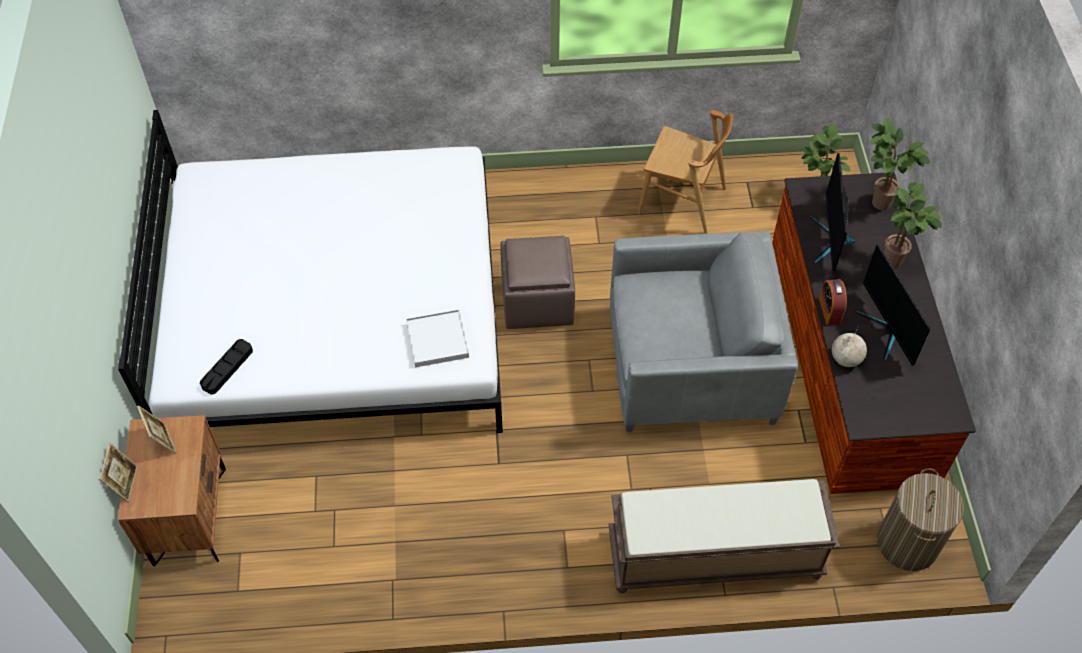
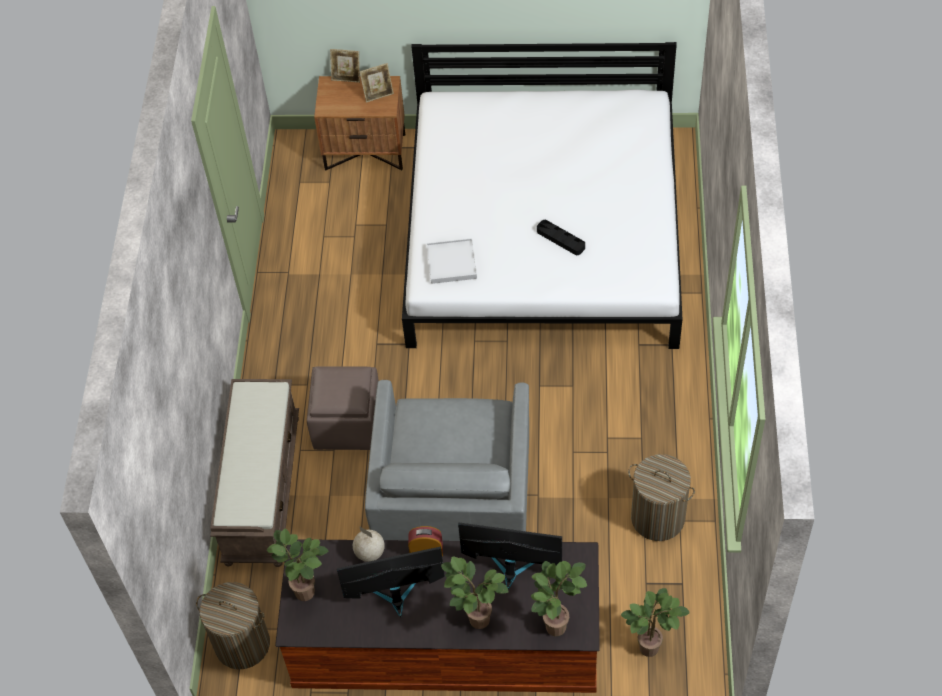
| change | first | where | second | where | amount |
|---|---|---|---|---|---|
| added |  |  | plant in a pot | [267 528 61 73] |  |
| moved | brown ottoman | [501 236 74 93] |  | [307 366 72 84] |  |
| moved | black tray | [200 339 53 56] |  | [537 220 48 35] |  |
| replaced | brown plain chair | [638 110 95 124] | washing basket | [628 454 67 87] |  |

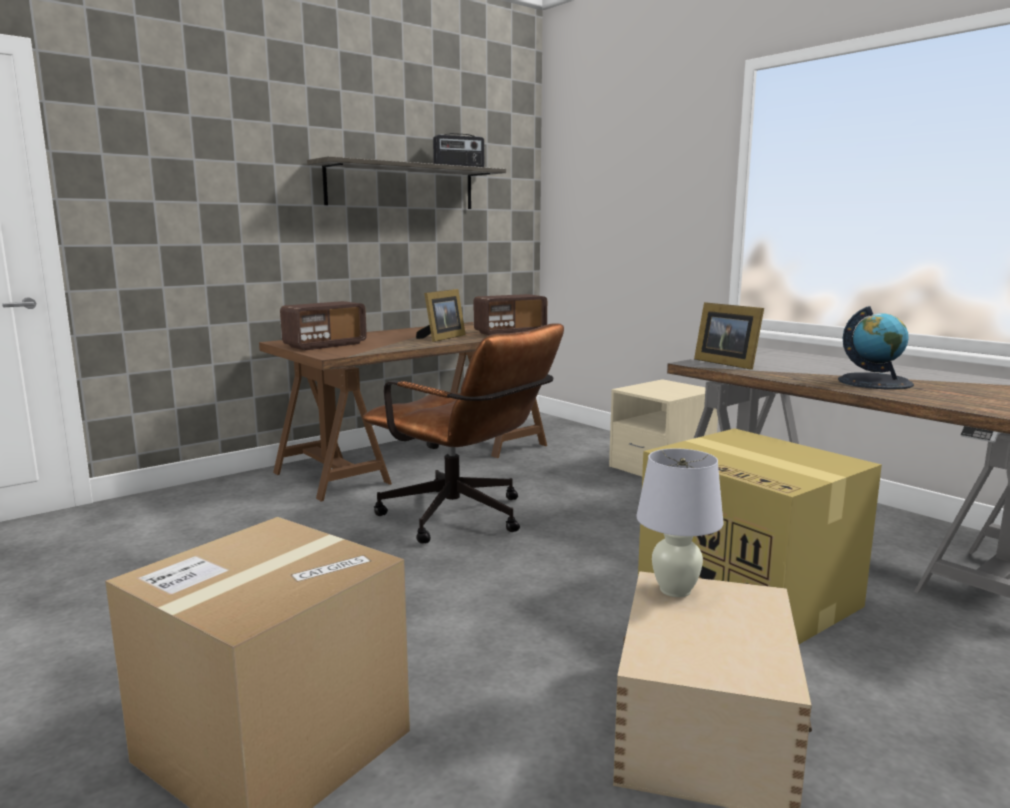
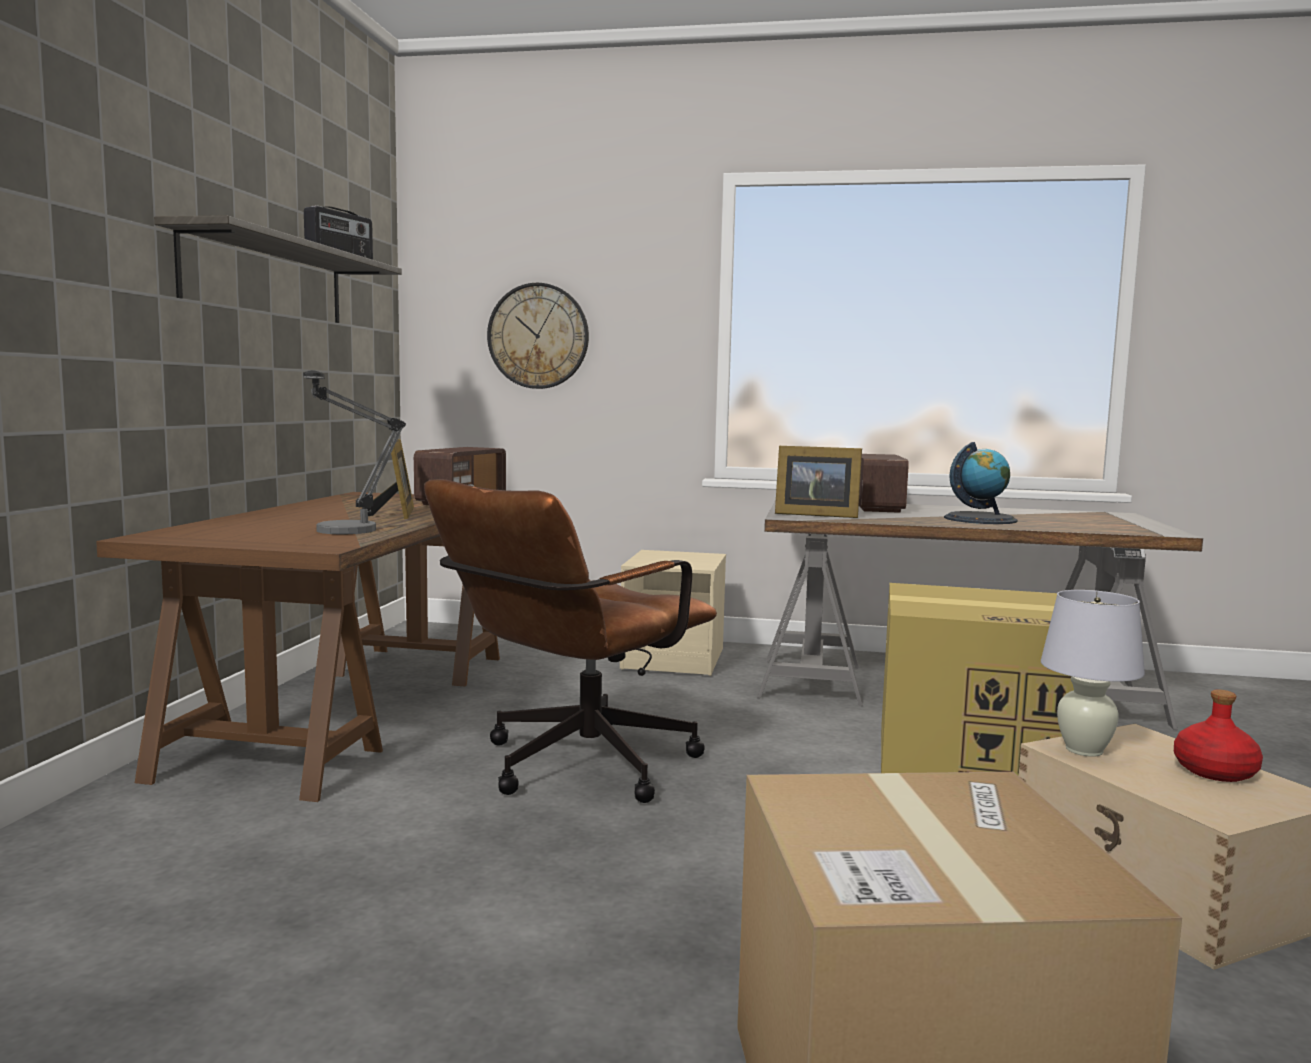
| change | first | where | second | where | amount |
|---|---|---|---|---|---|
| added |  |  | lamp for a table | [303 370 103 164] |  |
| turned | brown computer chair | [363 323 201 221] |  | [424 479 293 324] | 135 degrees clockwise |
| added |  |  | clock on the wall | [487 283 102 106] |  |
| moved | radio | [280 301 87 49] |  | [859 454 50 59] |  |
| added |  |  | red-coloured beverage bottle | [1174 690 89 92] |  |

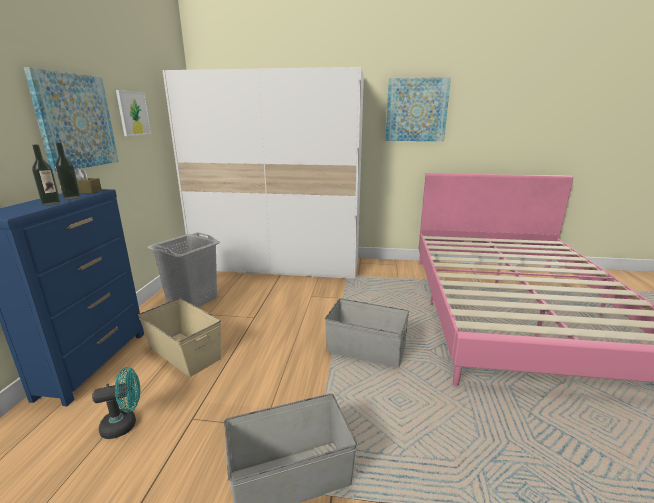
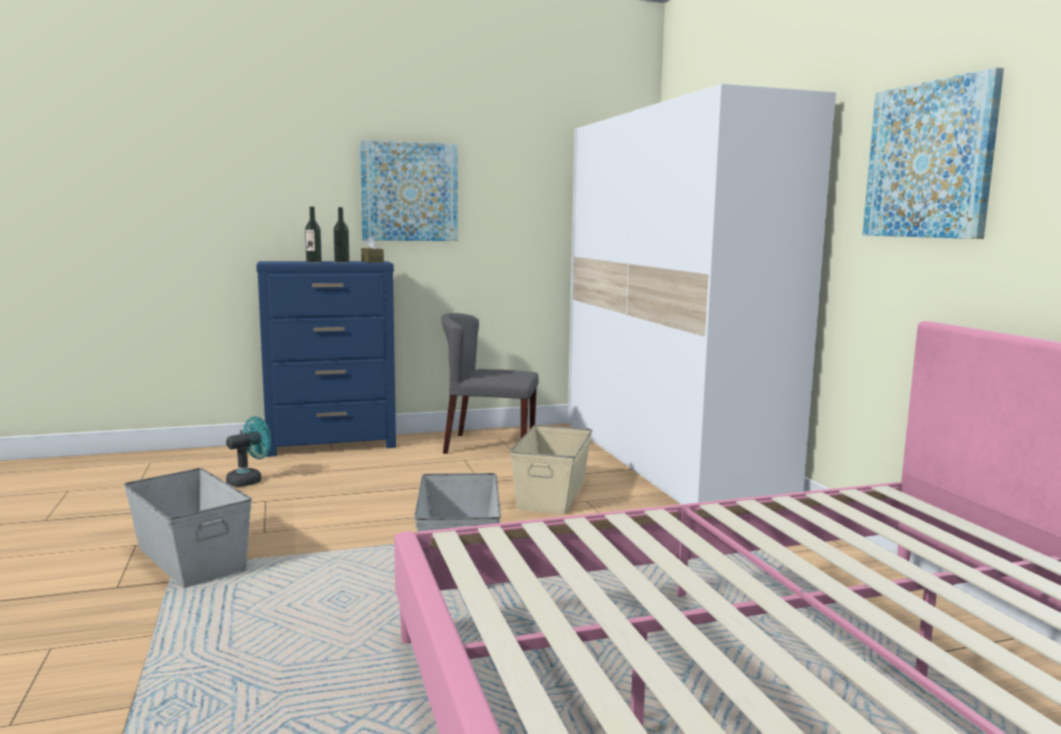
| change | first | where | second | where | amount |
|---|---|---|---|---|---|
| turned | turquoise fan | [92 367 48 72] |  | [226 416 45 71] | 90 degrees counterclockwise |
| replaced | greyish washing basket | [148 232 72 75] | greyish plain chair | [441 313 98 141] |  |
| moved | beige storage box | [138 298 83 79] |  | [510 425 82 89] |  |
| removed | wall picture | [116 90 35 46] |  |  |  |

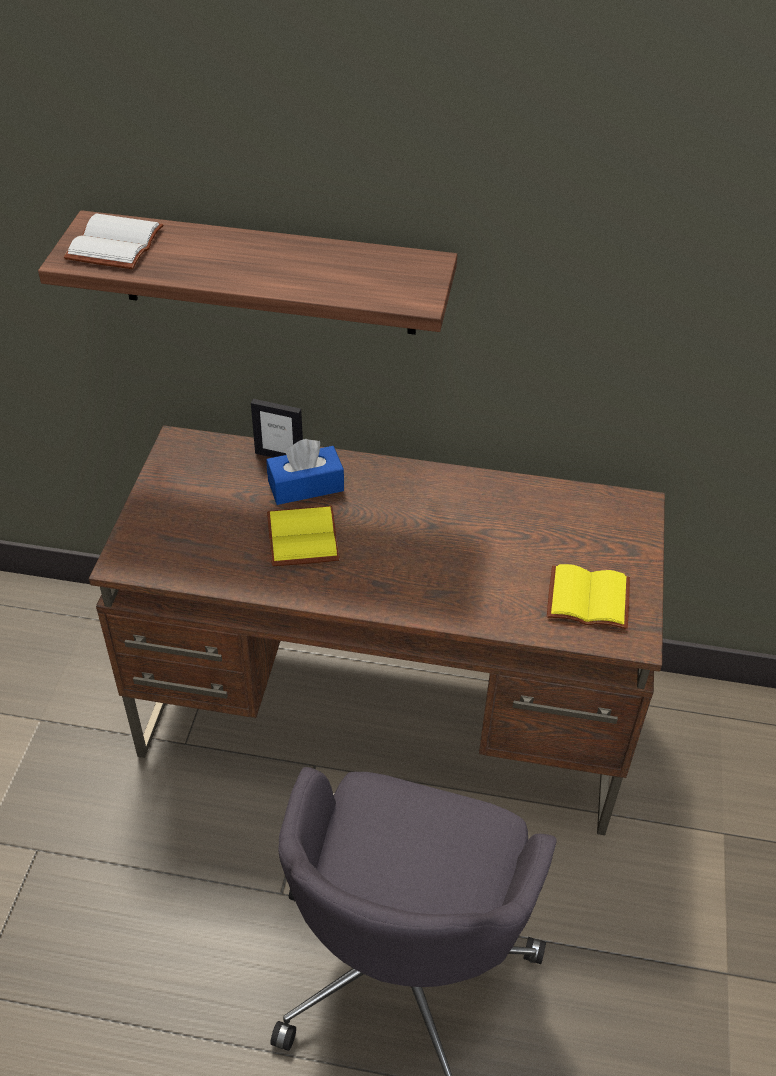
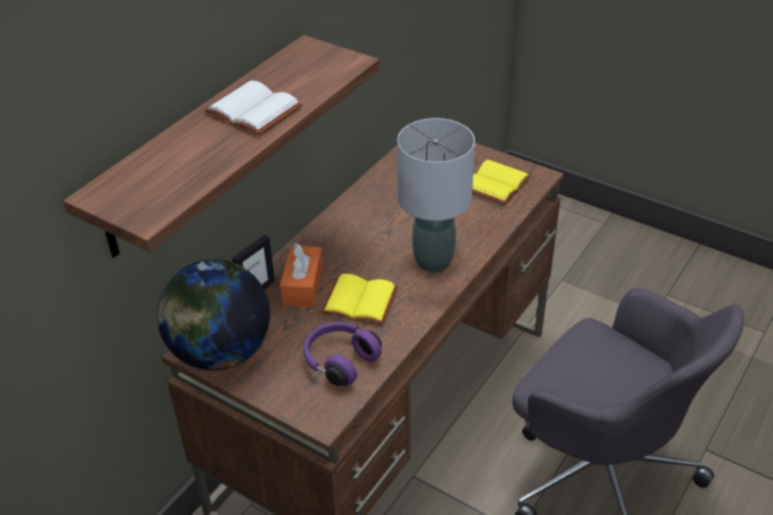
| change | first | where | second | where | amount |
|---|---|---|---|---|---|
| added |  |  | desk globe | [157 259 113 112] |  |
| moved | whitish bound book | [64 213 99 56] |  | [204 80 99 55] |  |
| recoloured | blue tissue box | [266 439 78 66] | orangey tissue box | [280 243 43 64] |  |
| added |  |  | purplish headphones | [303 322 79 64] |  |
| added |  |  | greyish lamp for a table | [397 118 78 154] |  |

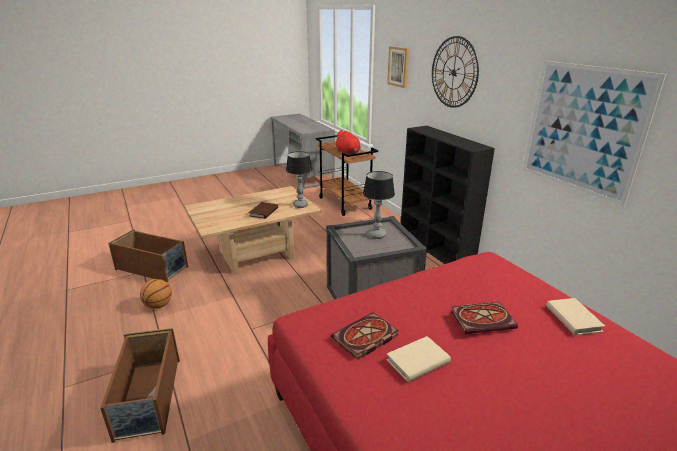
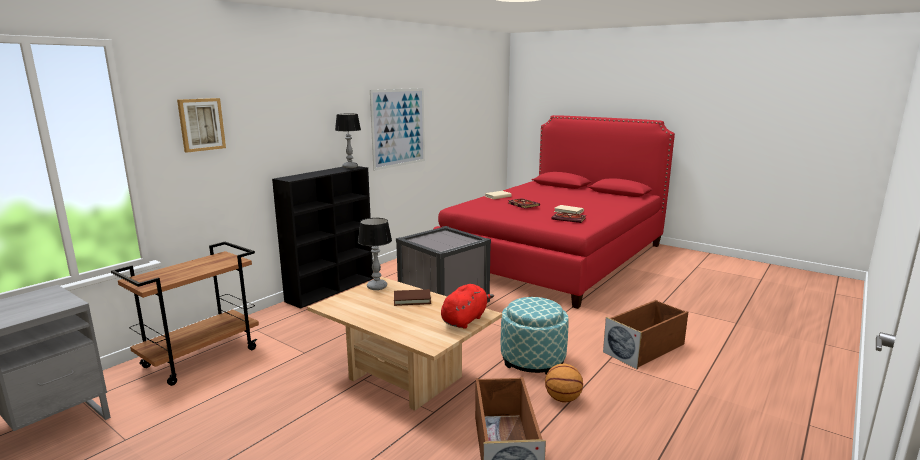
| change | first | where | second | where | amount |
|---|---|---|---|---|---|
| moved | lamp for a table | [363 171 32 68] |  | [335 114 26 54] |  |
| moved | red-coloured cuddly toy | [335 130 26 24] |  | [441 284 53 45] |  |
| added |  |  | ottoman | [501 297 68 77] |  |
| removed | clock on the wall | [432 36 47 72] |  |  |  |

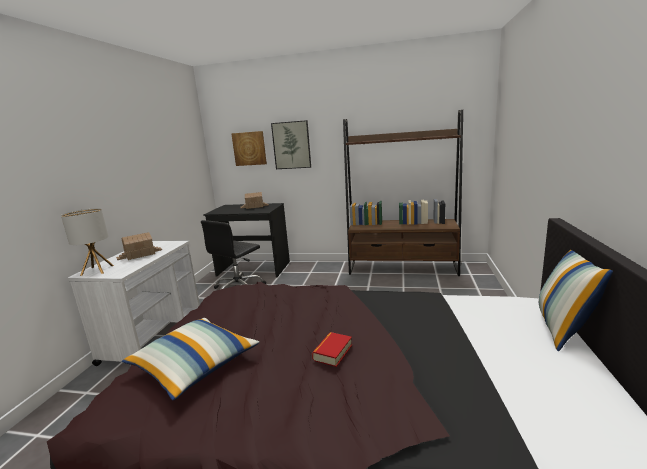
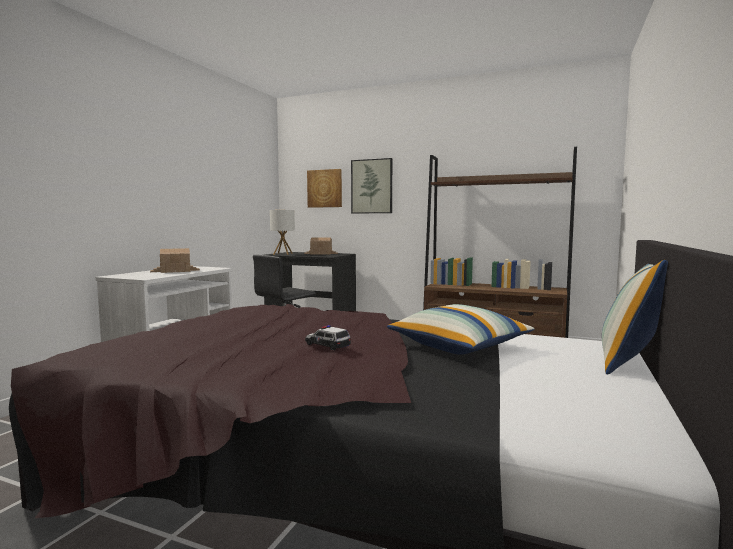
| change | first | where | second | where | amount |
|---|---|---|---|---|---|
| moved | lamp for a table | [61 208 53 68] |  | [270 210 25 45] |  |
| replaced | bound book | [312 332 40 35] | model car | [305 325 46 26] |  |
| moved | cushion | [122 318 137 82] |  | [387 304 147 51] |  |

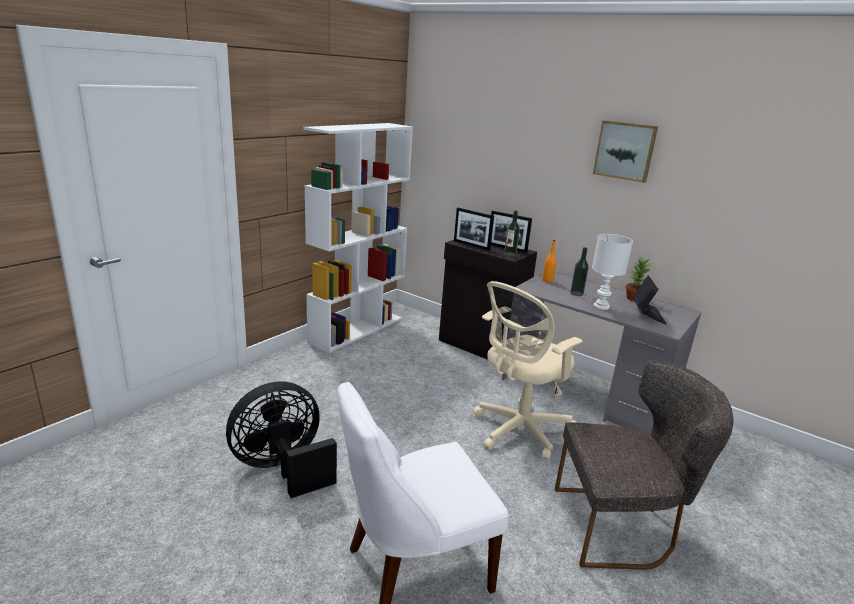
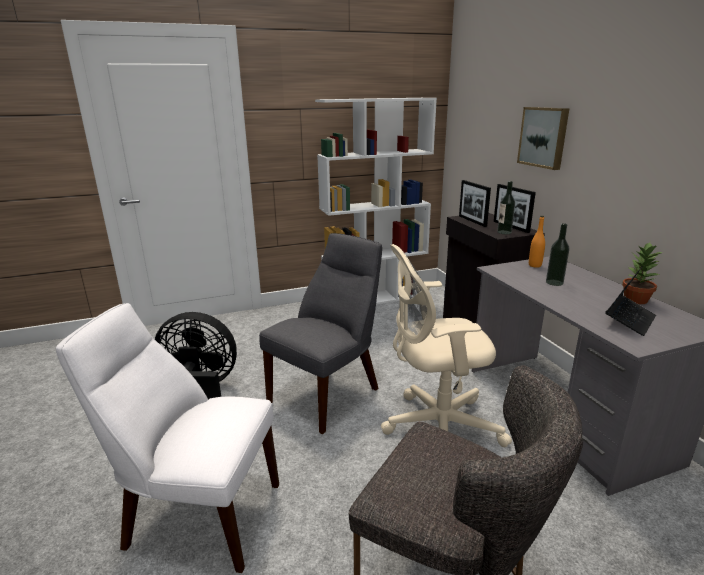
| change | first | where | second | where | amount |
|---|---|---|---|---|---|
| added |  |  | greyish plain chair | [259 233 123 201] |  |
| moved | wall picture | [593 120 65 63] |  | [517 107 52 63] |  |
| removed | whitish lamp for a table | [592 234 41 76] |  |  |  |

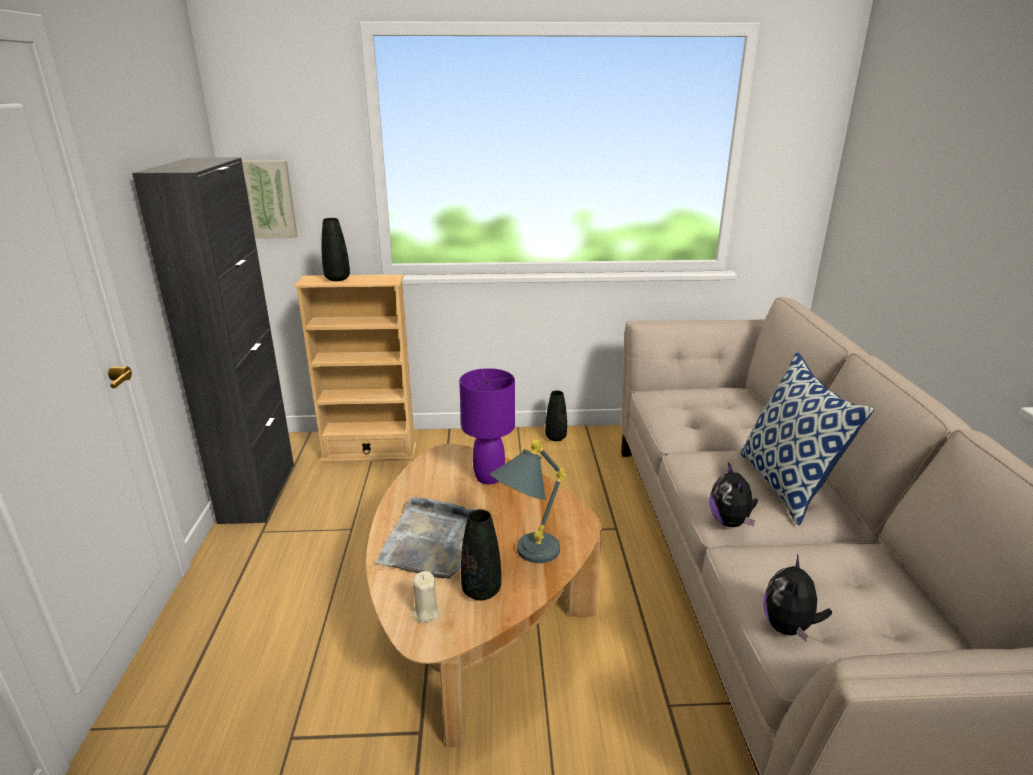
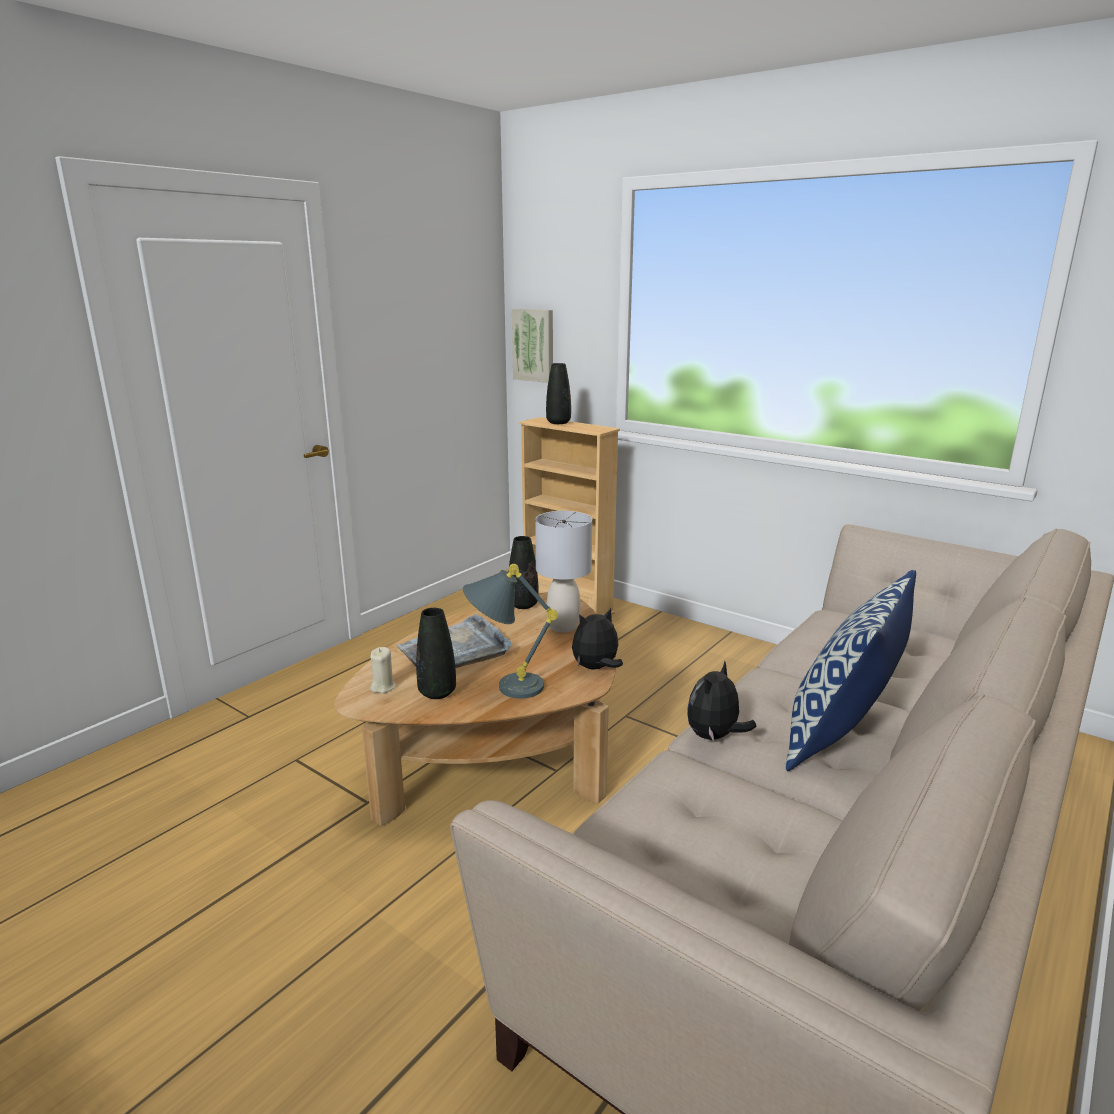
| change | first | where | second | where | amount |
|---|---|---|---|---|---|
| moved | black flower vase | [545 390 22 51] |  | [509 536 30 73] |  |
| recoloured | purplish lamp for a table | [459 368 56 116] | greyish lamp for a table | [535 511 57 122] |  |
| moved | cuddly toy | [763 554 69 88] |  | [572 608 51 61] |  |
| removed | black cupboard | [132 157 162 367] |  |  |  |

